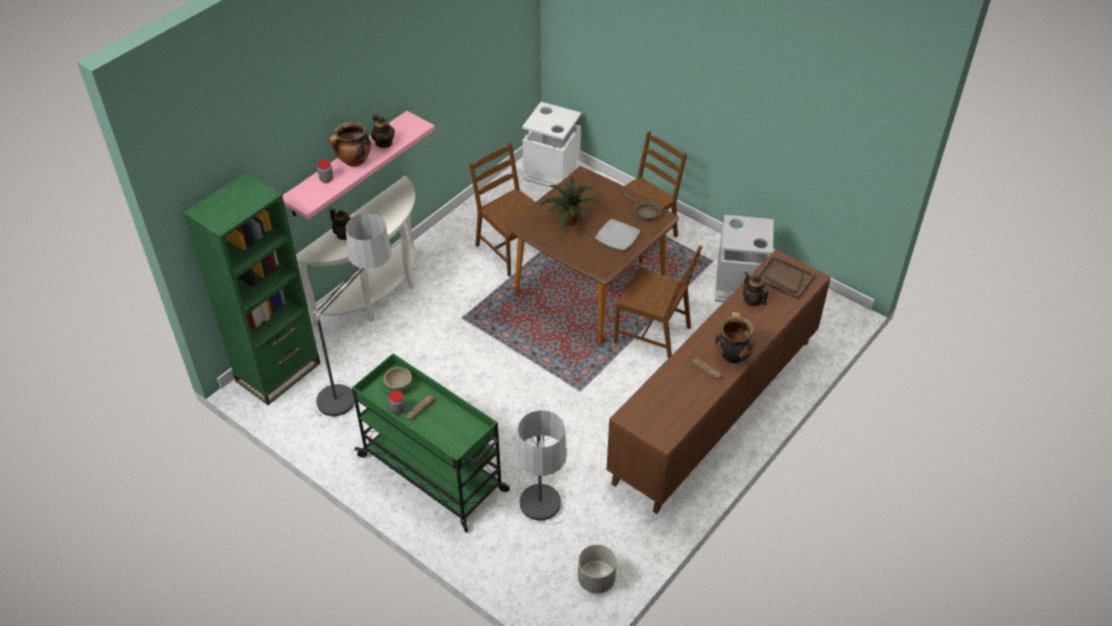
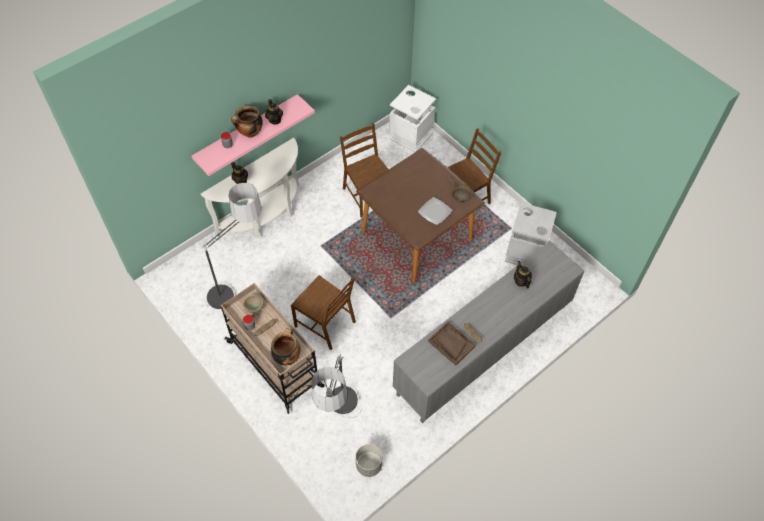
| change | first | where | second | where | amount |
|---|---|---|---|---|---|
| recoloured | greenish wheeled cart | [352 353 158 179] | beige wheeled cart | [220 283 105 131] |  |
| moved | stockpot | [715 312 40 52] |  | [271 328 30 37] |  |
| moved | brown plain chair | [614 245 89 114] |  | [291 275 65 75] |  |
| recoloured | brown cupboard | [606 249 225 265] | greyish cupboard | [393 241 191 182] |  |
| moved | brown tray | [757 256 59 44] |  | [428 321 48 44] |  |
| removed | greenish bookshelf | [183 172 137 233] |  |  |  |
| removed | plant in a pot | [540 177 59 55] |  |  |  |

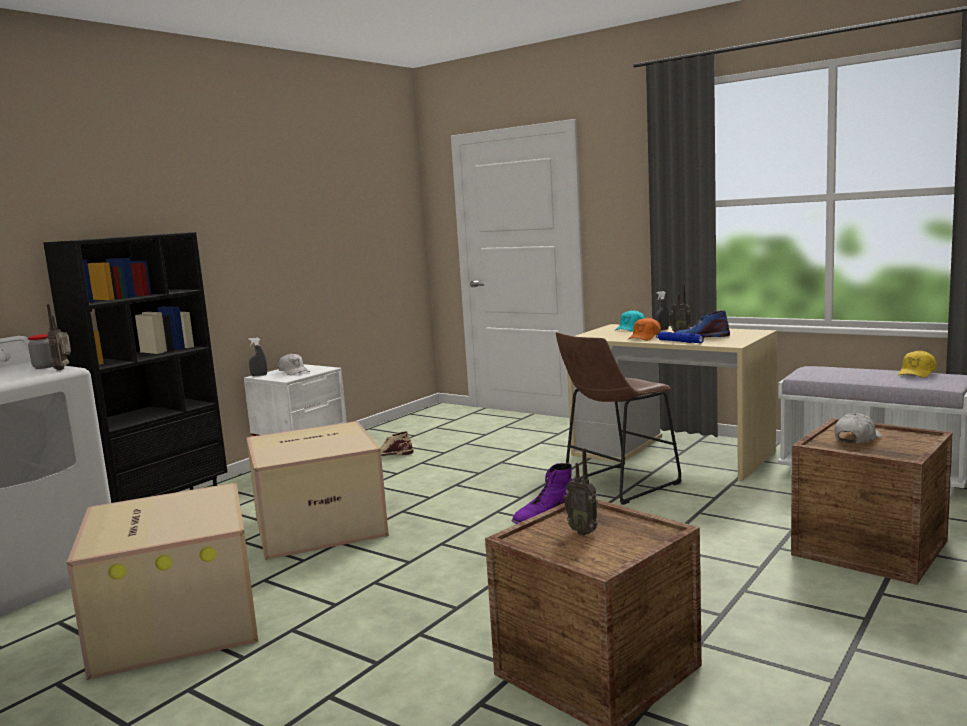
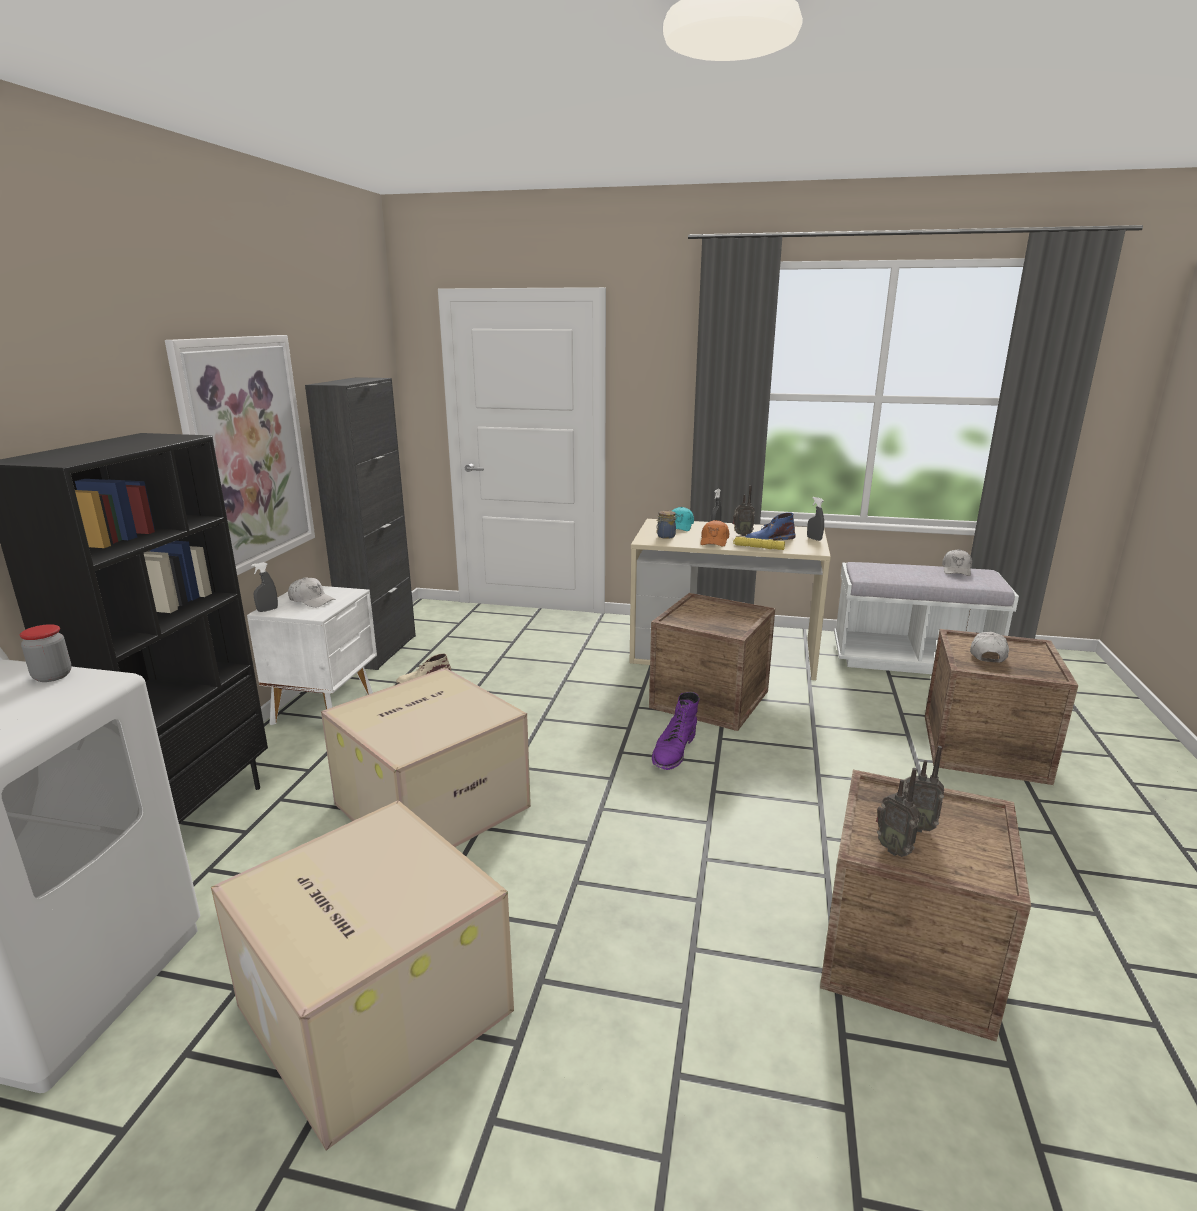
| change | first | where | second | where | amount |
|---|---|---|---|---|---|
| added |  |  | wall picture | [165 335 150 240] |  |
| added |  |  | black cupboard | [305 377 111 293] |  |
| replaced | brown stool | [556 332 125 173] | shipping crate | [649 593 126 138] |  |
| added |  |  | storage jar | [656 511 20 28] |  |
| recoloured | blue torch | [656 331 48 12] | yellowish torch | [733 537 52 13] |  |
| added |  |  | greyish spray bottle | [807 497 17 44] |  |
| moved | radio | [47 304 24 66] |  | [876 768 44 89] |  |
| recoloured | yellowish cap | [898 350 38 28] | whitish cap | [942 549 30 27] |  |

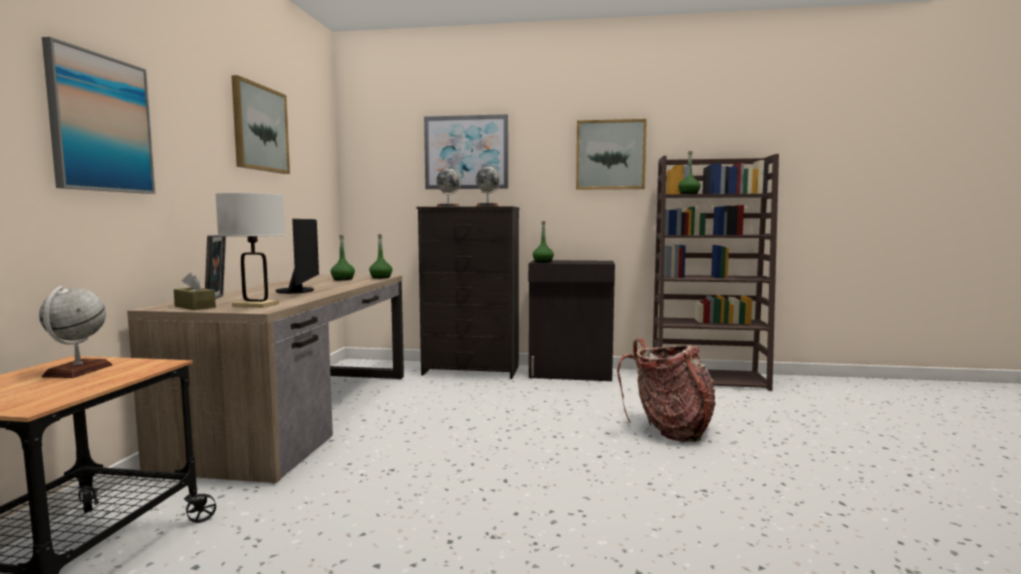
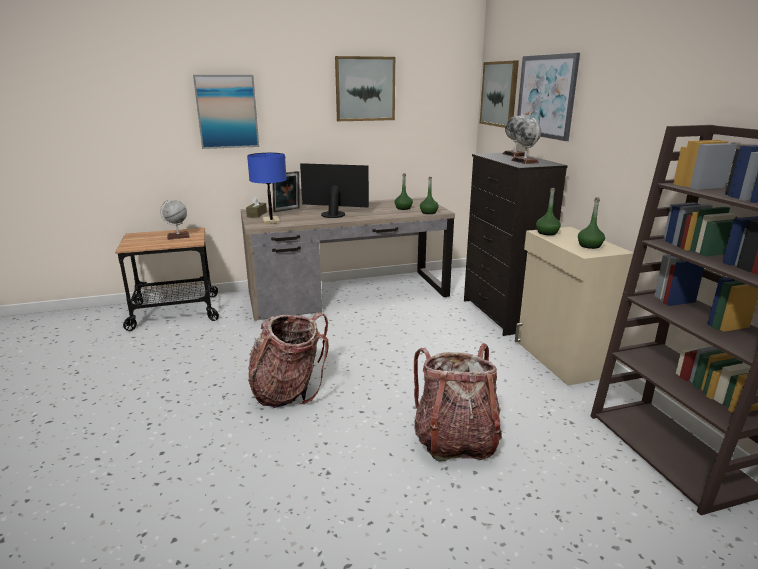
| change | first | where | second | where | amount |
|---|---|---|---|---|---|
| recoloured | whitish lamp for a table | [215 193 70 115] | blue lamp for a table | [247 153 40 71] |  |
| added |  |  | rucksack | [248 313 81 95] |  |
| turned | computer display | [275 219 44 75] |  | [300 163 69 55] | 135 degrees counterclockwise |
| moved | wall picture | [576 119 71 71] |  | [480 61 39 67] |  |
| recoloured | black cupboard | [528 260 87 121] | beige cupboard | [515 227 118 159] |  |
| moved | greenish beverage bottle | [678 151 23 43] |  | [578 197 27 52] |  |

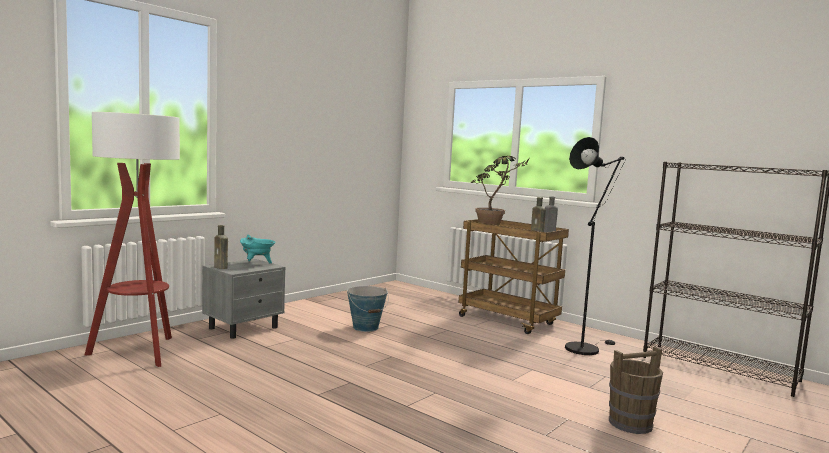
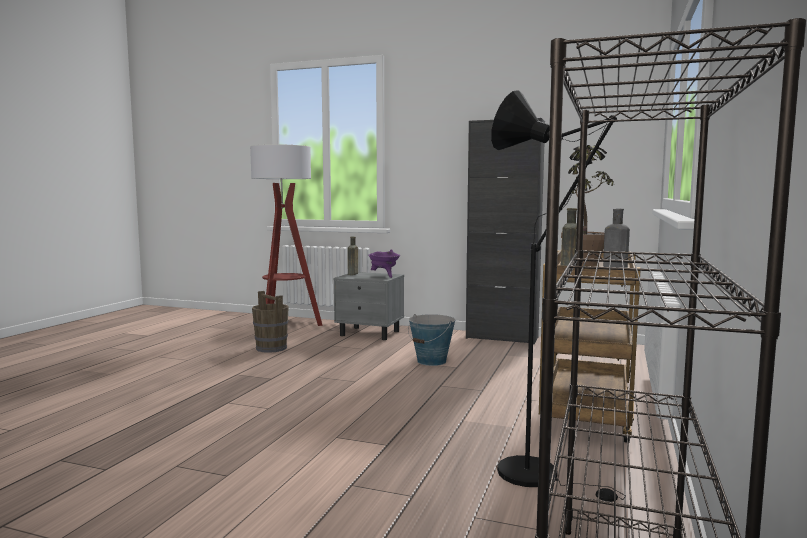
| change | first | where | second | where | amount |
|---|---|---|---|---|---|
| moved | brown water bucket | [609 347 54 87] |  | [252 291 37 62] |  |
| recoloured | turquoise stockpot | [240 235 35 29] | purplish stockpot | [369 249 31 29] |  |
| added |  |  | black cupboard | [466 118 79 227] |  |

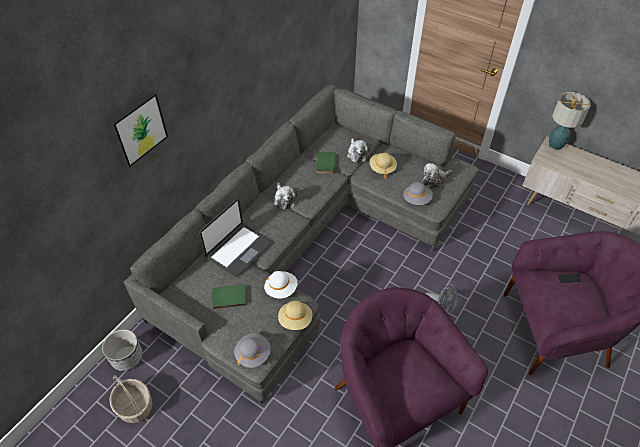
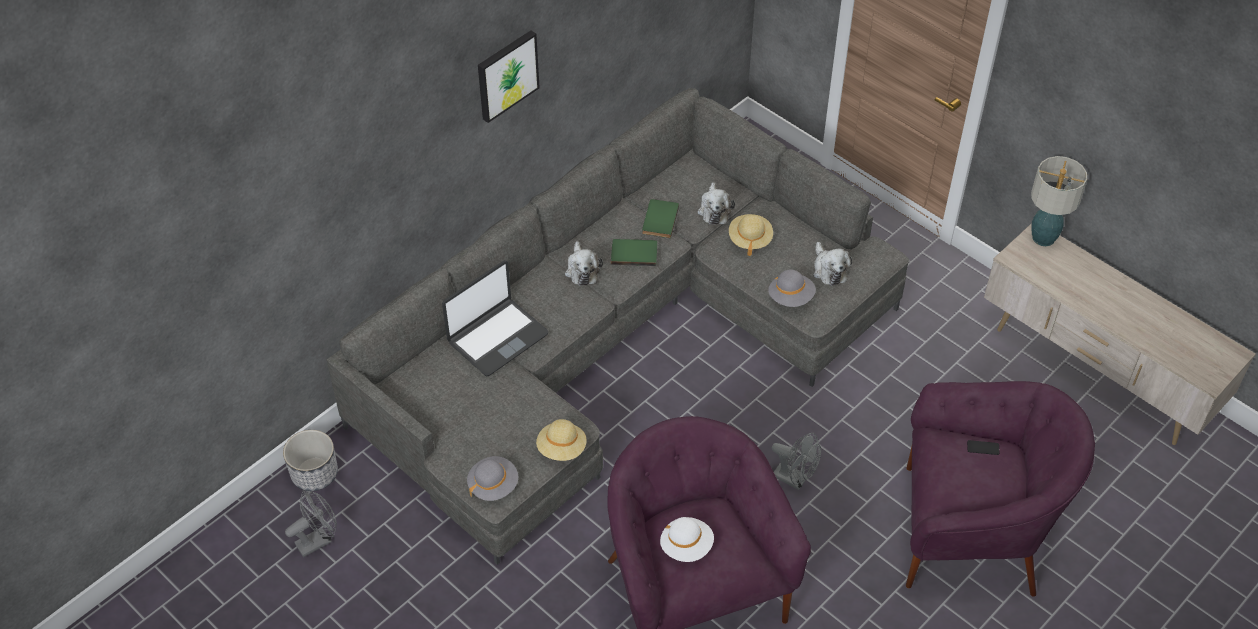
| change | first | where | second | where | amount |
|---|---|---|---|---|---|
| replaced | household basket | [109 375 44 48] | greyish fan | [285 490 52 67] |  |
| moved | wall picture | [109 92 59 75] |  | [478 30 62 93] |  |
| moved | greenish bound book | [212 285 35 24] |  | [611 239 46 27] |  |
| moved | whitish wearable hat | [264 271 33 28] |  | [660 517 54 45] |  |
| turned | cuddly toy | [422 163 30 26] |  | [813 242 39 44] | 90 degrees counterclockwise |

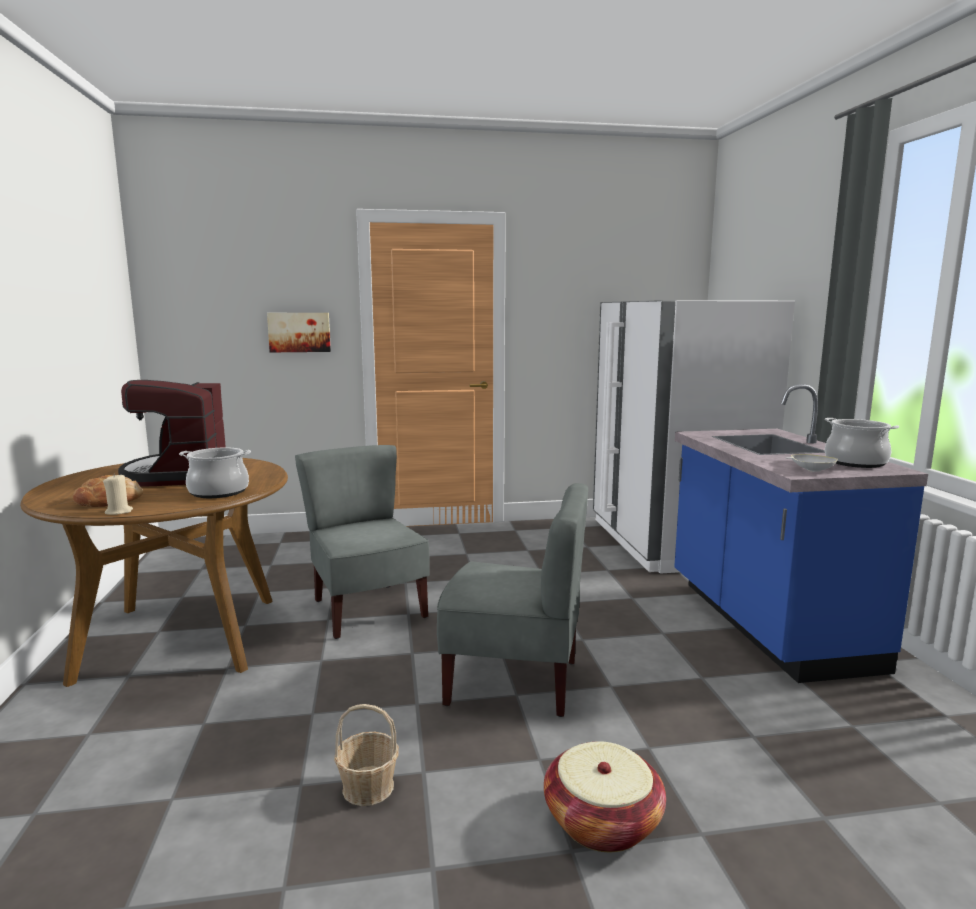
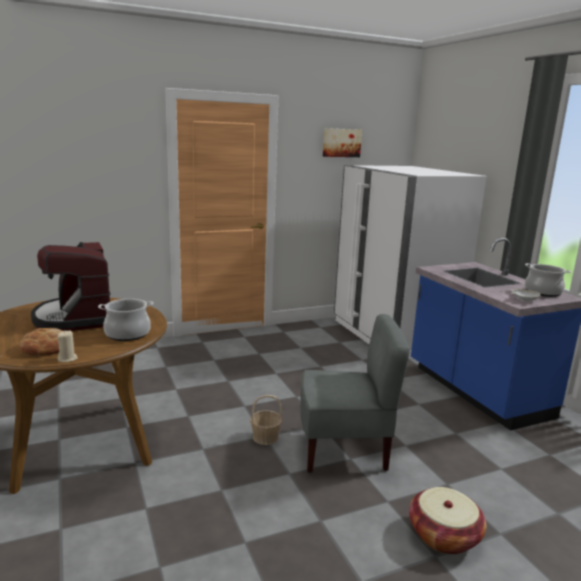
| change | first | where | second | where | amount |
|---|---|---|---|---|---|
| moved | household basket | [334 704 65 102] |  | [250 395 32 50] |  |
| moved | wall picture | [267 313 64 39] |  | [323 128 39 29] |  |
| removed | greyish plain chair | [295 445 135 194] |  |  |  |

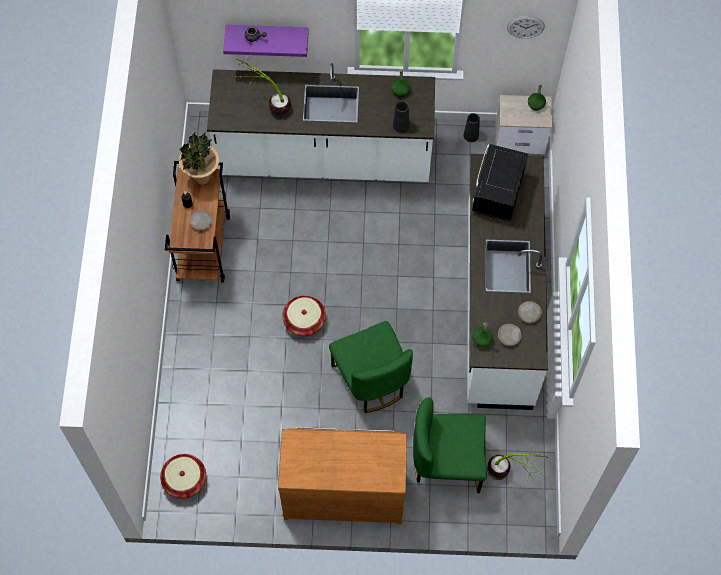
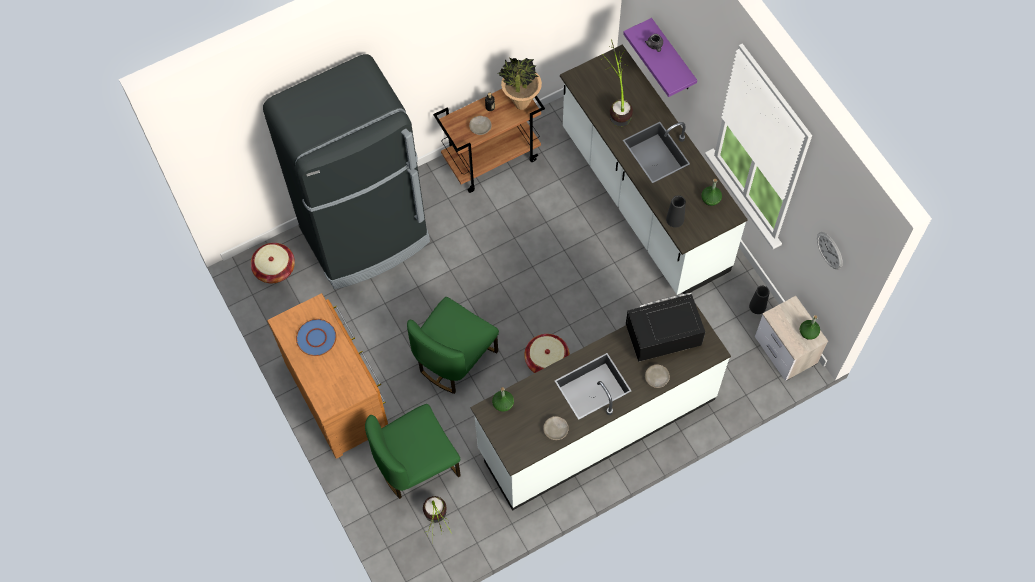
| change | first | where | second | where | amount |
|---|---|---|---|---|---|
| added |  |  | black refrigerator | [263 54 167 235] |  |
| added |  |  | blue dinner plate | [296 319 41 37] |  |
| turned | greenish plain chair | [413 397 74 96] |  | [365 404 96 95] | 90 degrees counterclockwise |
| moved | household basket | [282 295 44 41] |  | [524 334 46 39] |  |
| moved | beige dinner plate | [498 324 24 22] |  | [645 364 25 24] |  |

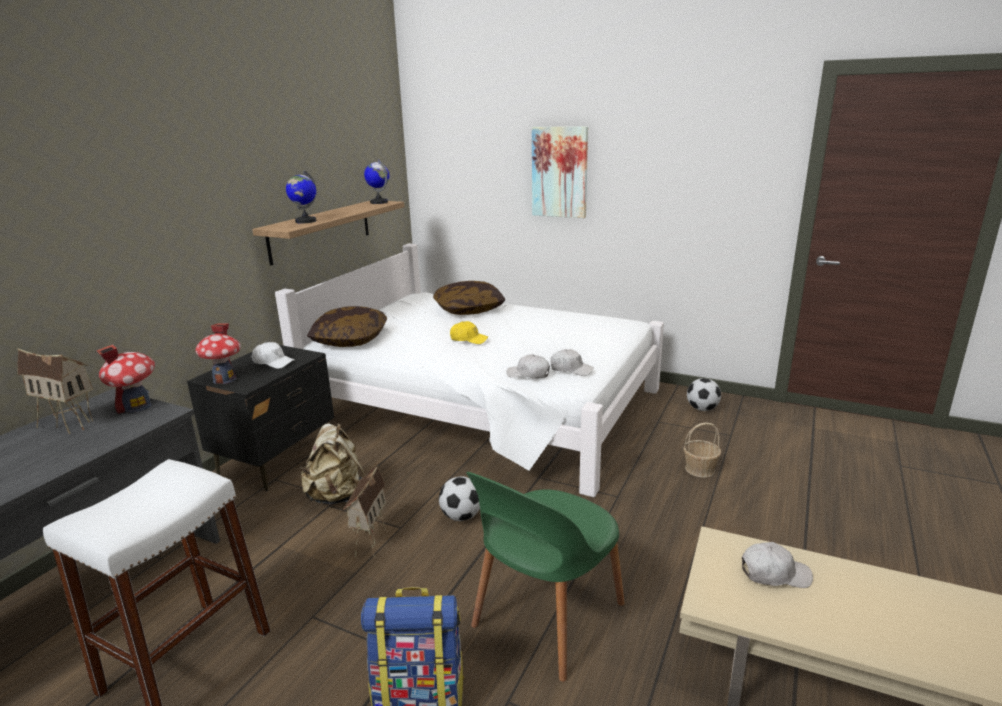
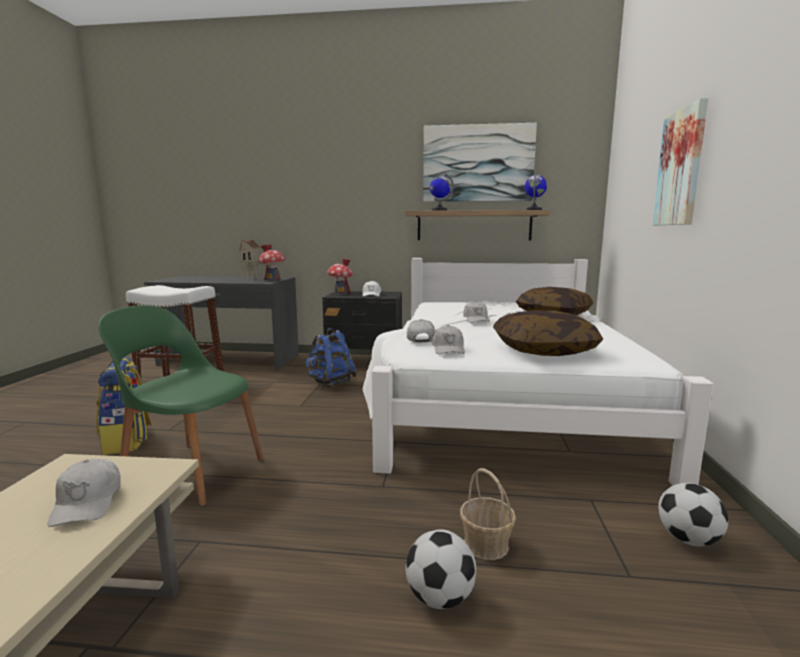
| change | first | where | second | where | amount |
|---|---|---|---|---|---|
| recoloured | beige rucksack | [300 423 65 81] | blue rucksack | [306 328 51 60] |  |
| moved | ball for football | [439 476 41 45] |  | [406 529 70 80] |  |
| added |  |  | wall picture | [423 123 114 79] |  |
| recoloured | yellowish cap | [450 321 38 23] | whitish cap | [463 301 27 22] |  |
| moved | cushion | [307 306 80 41] |  | [493 311 110 45] |  |
| removed | toy house | [343 466 44 92] |  |  |  |

